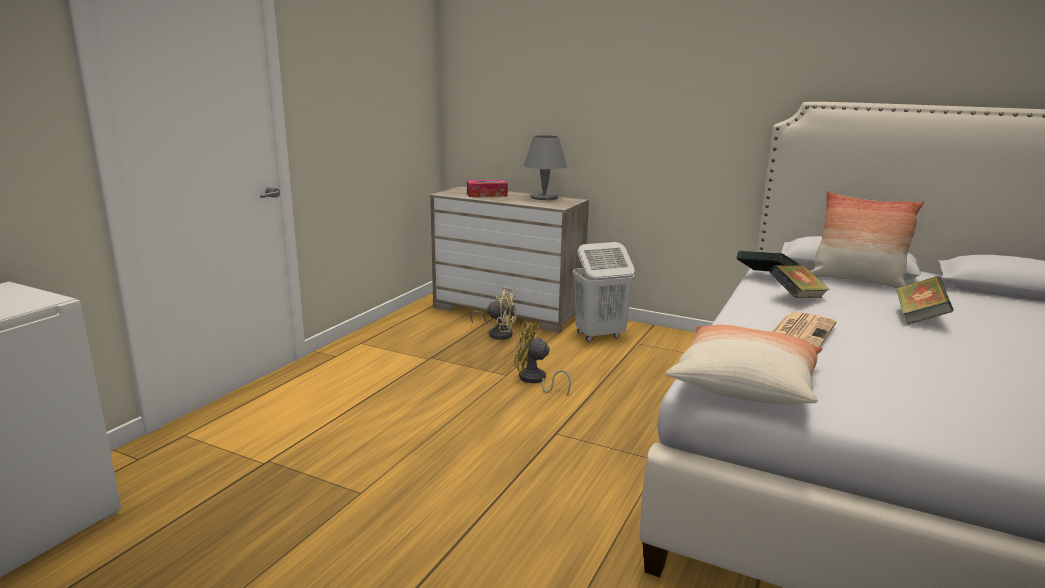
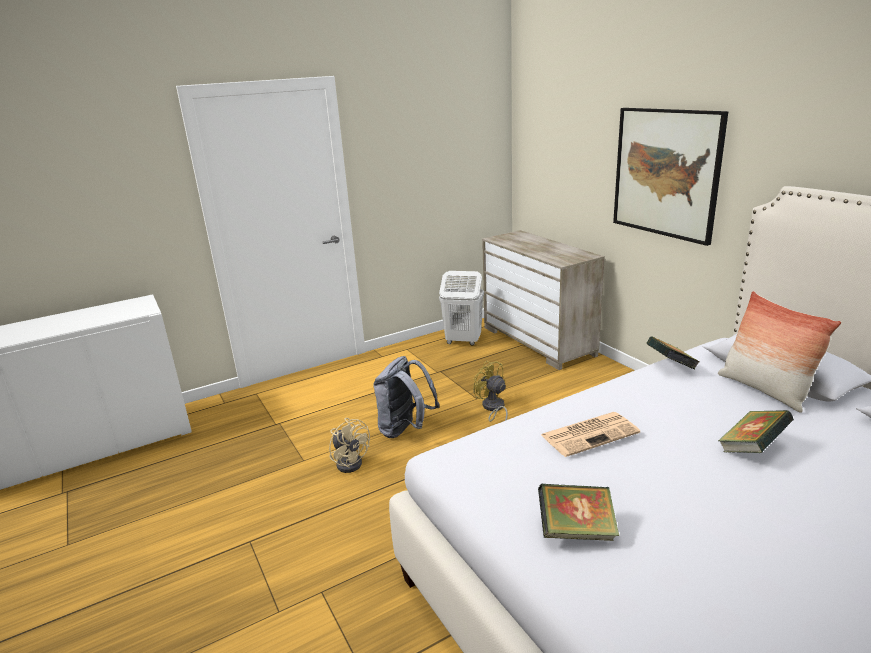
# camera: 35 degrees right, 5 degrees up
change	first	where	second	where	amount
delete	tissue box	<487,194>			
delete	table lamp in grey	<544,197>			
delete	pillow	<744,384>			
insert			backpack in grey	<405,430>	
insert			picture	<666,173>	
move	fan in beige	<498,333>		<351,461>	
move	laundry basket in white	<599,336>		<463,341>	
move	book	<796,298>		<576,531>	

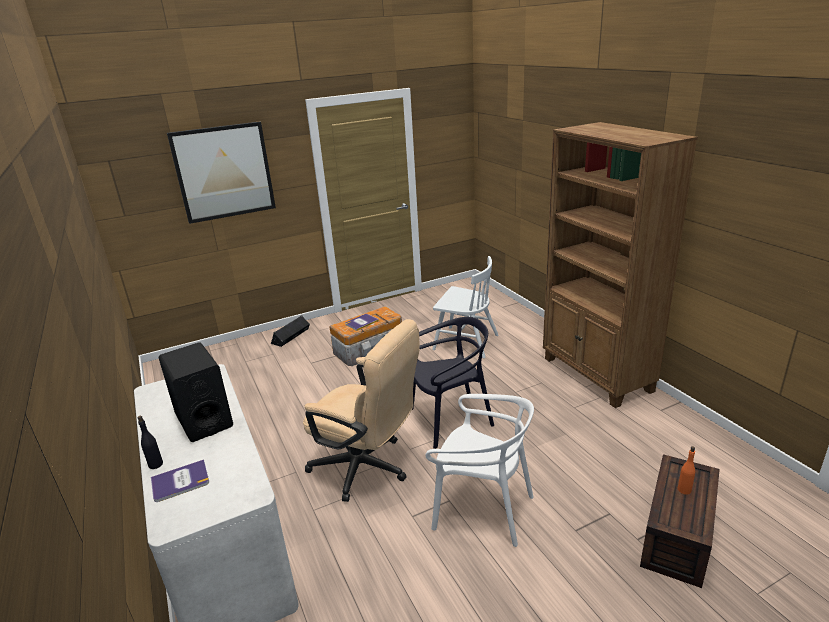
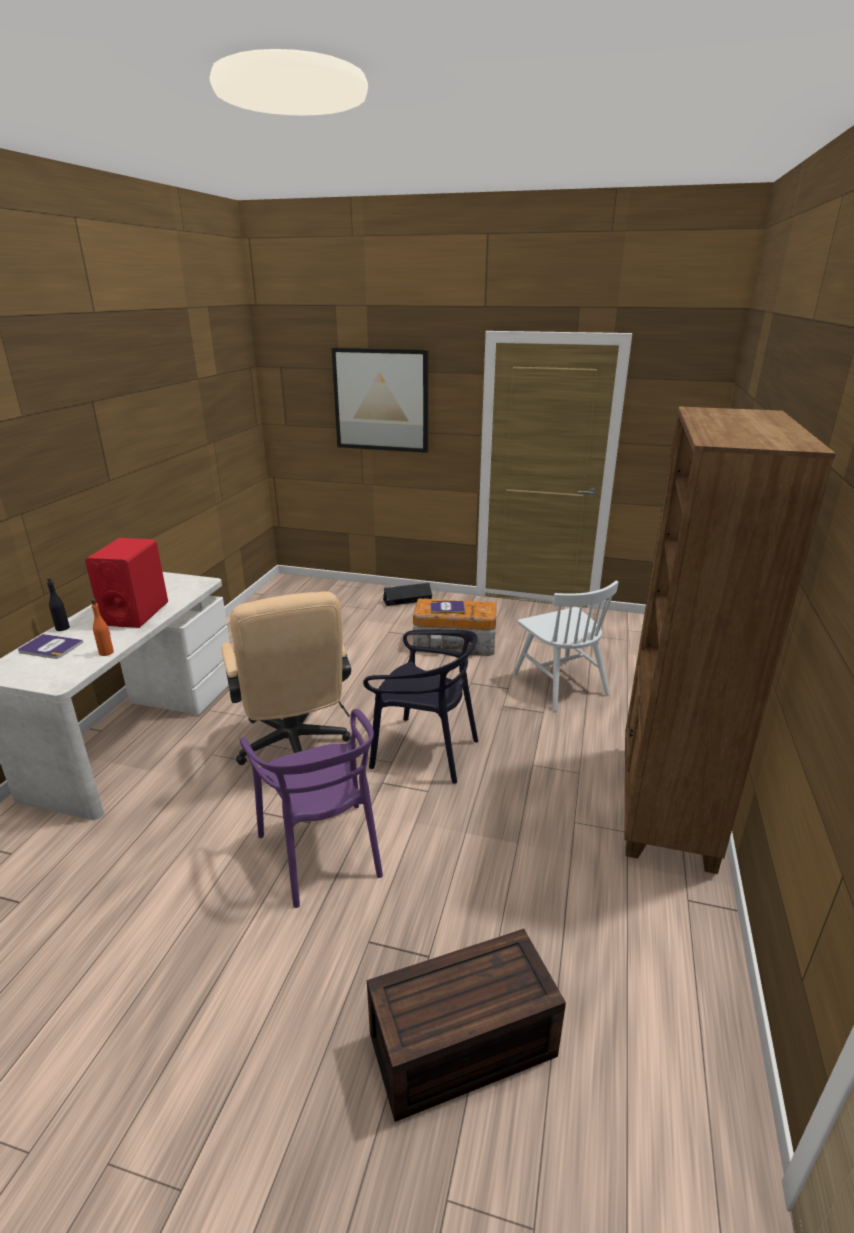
# camera: 40 degrees right, 0 degrees up
change	first	where	second	where	amount
move	bottle in orange	<684,490>		<106,652>	
recolor	speaker in black	<204,420>	speaker in red	<136,614>	
recolor	chair in white	<483,509>	chair in purple	<322,852>	

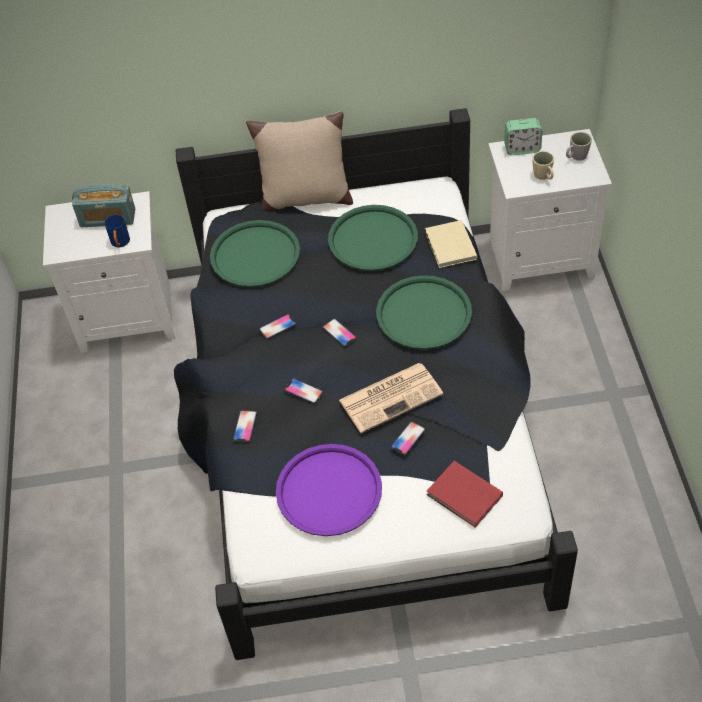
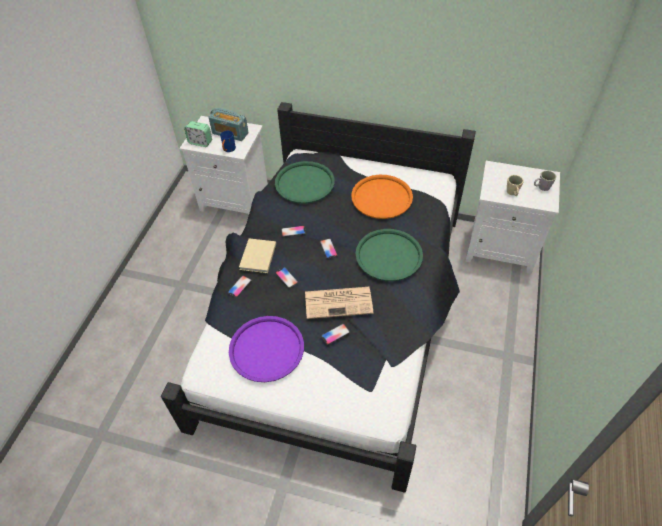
# camera: 20 degrees right, 0 degrees up
change	first	where	second	where	amount
delete	pillow in beige	<305,198>			
delete	book in red	<465,497>			
move	book in beige	<450,247>		<257,257>	
move	alarm clock	<522,148>		<200,142>	
recolor	tray in green	<373,239>	tray in orange	<382,197>	

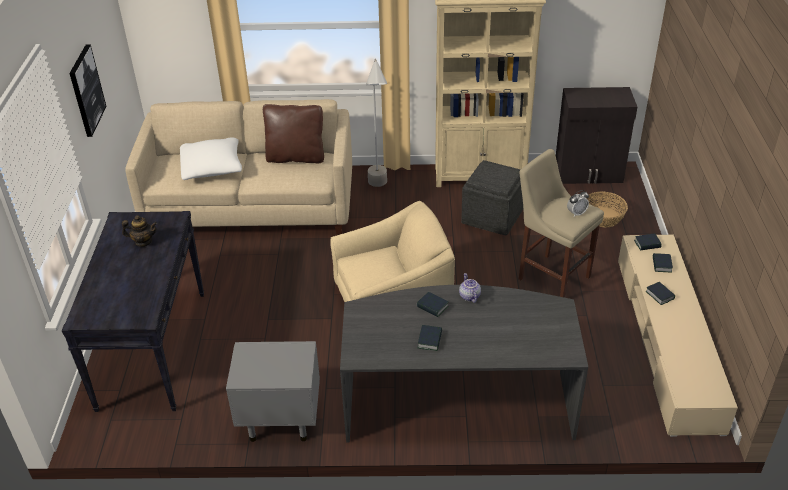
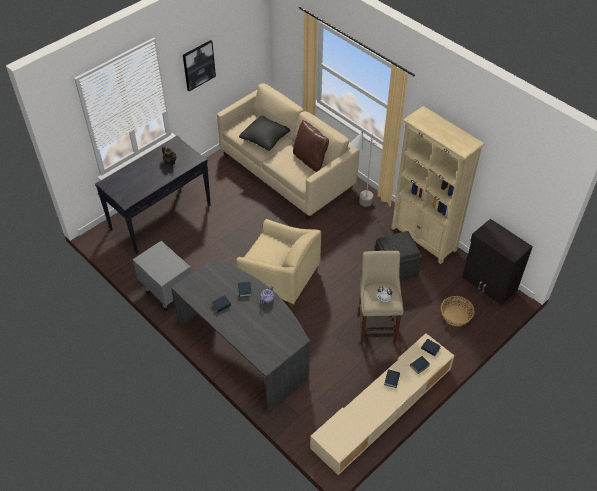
# camera: 45 degrees right, 10 degrees up
change	first	where	second	where	amount
recolor	pillow in white	<212,167>	pillow in black	<265,138>	

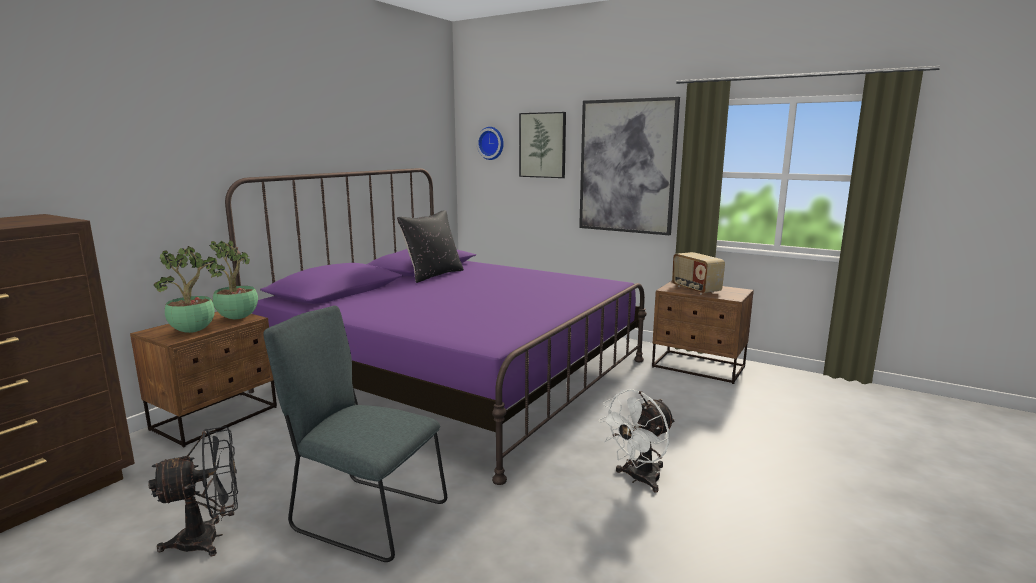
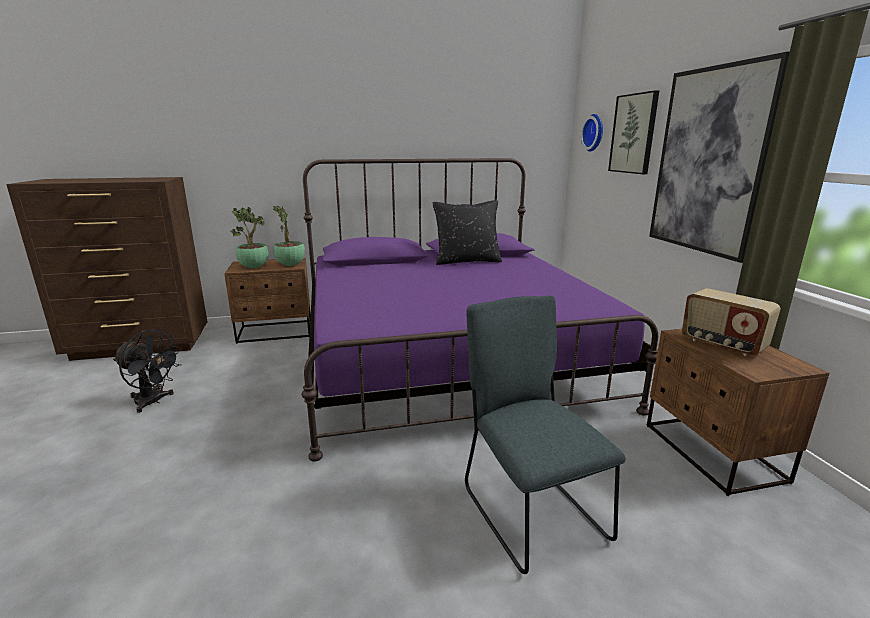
# camera: 45 degrees right, 5 degrees up
change	first	where	second	where	amount
delete	fan in white	<638,479>			
move	chair in grey	<364,515>		<529,509>	
rotate	radio	<695,289>		<722,344>	60 degrees counterclockwise

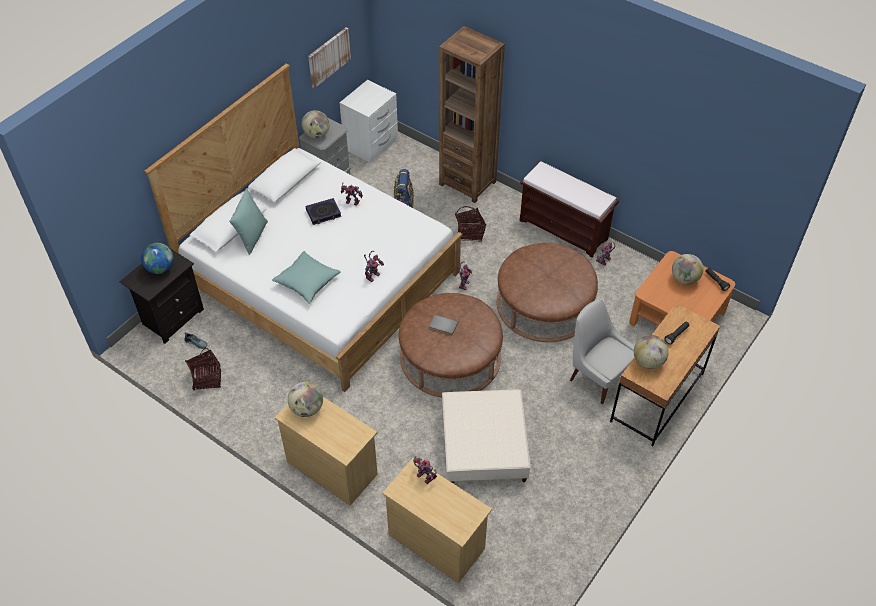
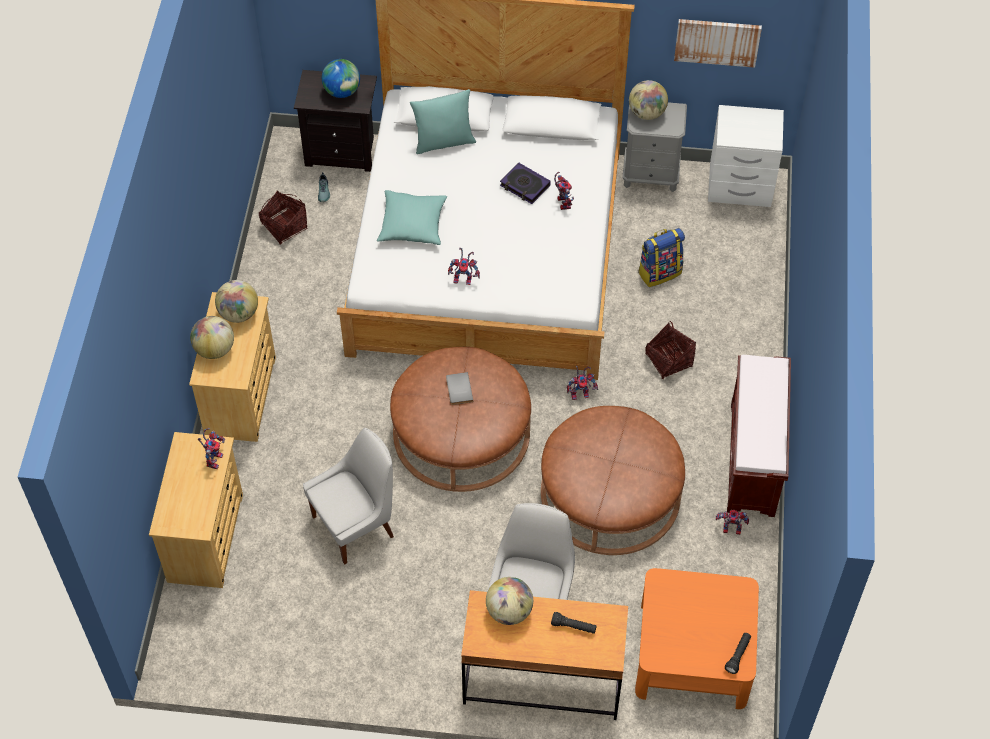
# camera: 60 degrees right, 5 degrees up
change	first	where	second	where	amount
delete	bookcase in brown	<467,183>			
move	globe	<684,279>		<214,349>	
replace	ottoman in beige	<484,445>	chair in white	<356,525>	

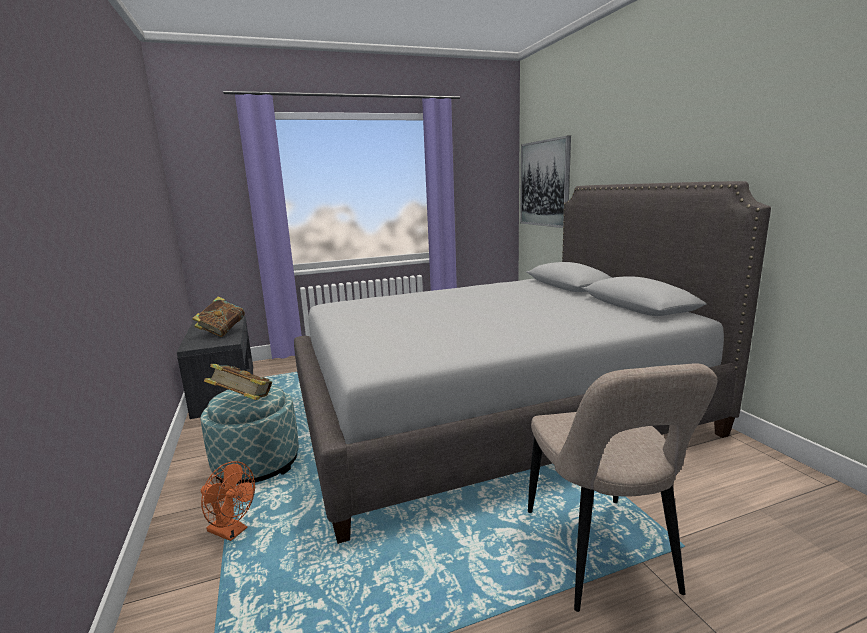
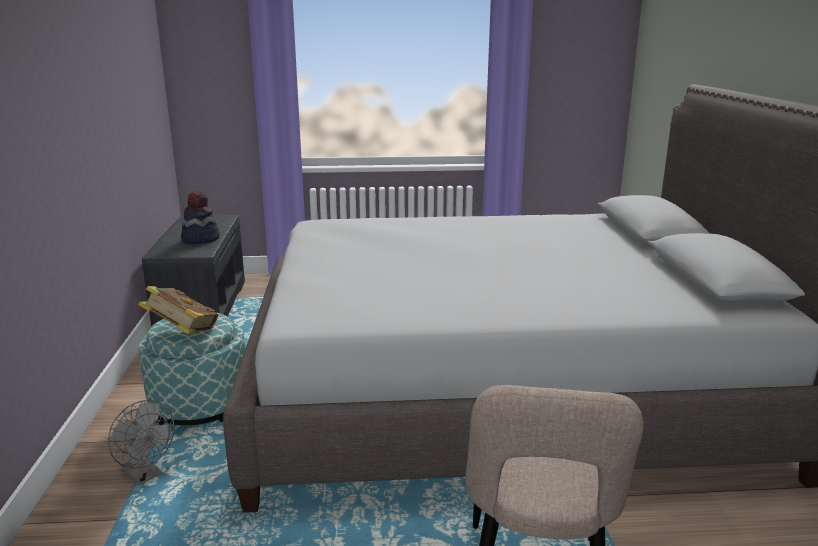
# camera: 15 degrees right, 5 degrees up
change	first	where	second	where	amount
delete	picture	<544,183>			
replace	book	<222,332>	hat	<200,239>	
recolor	fan in orange	<232,532>	fan in grey	<146,475>	

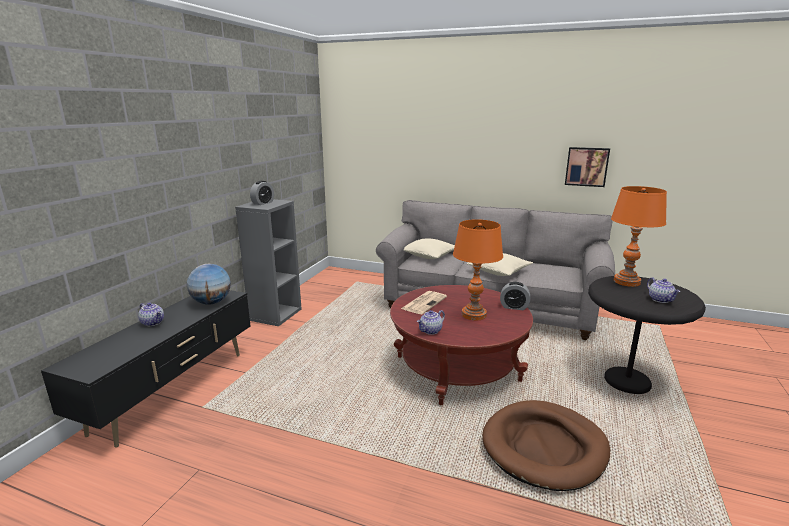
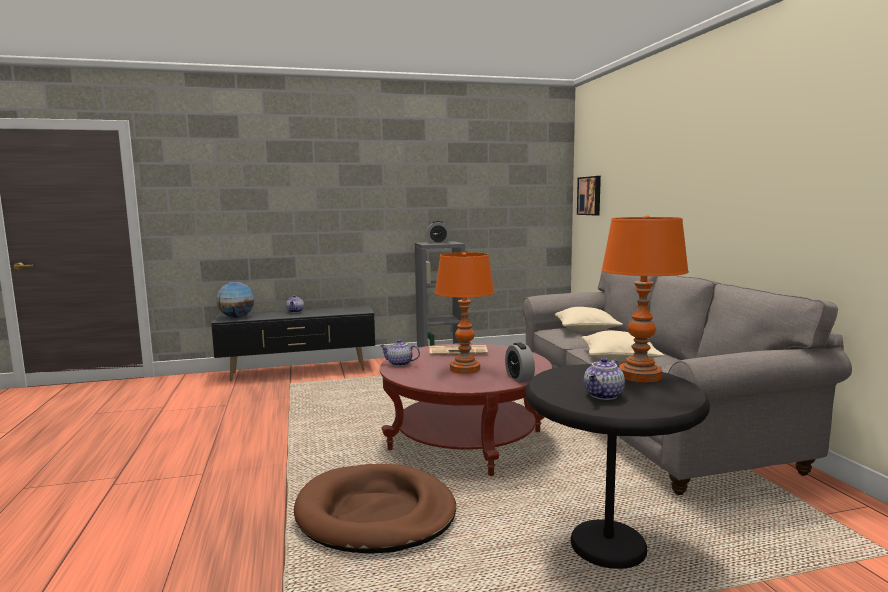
# camera: 55 degrees right, 10 degrees down
change	first	where	second	where	amount
move	globe	<211,302>		<236,317>	
move	picture	<586,166>		<590,196>	

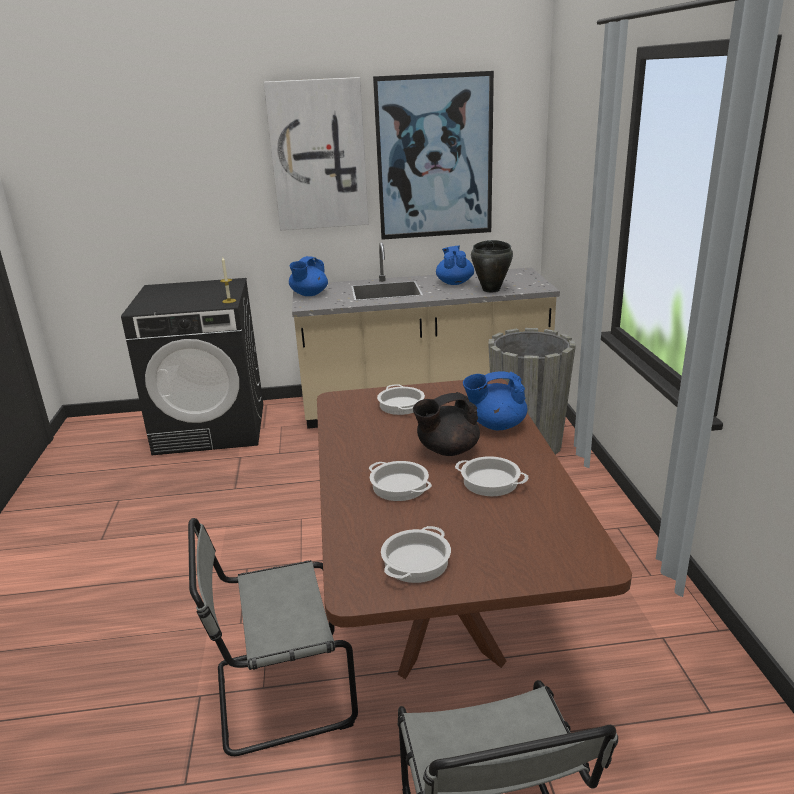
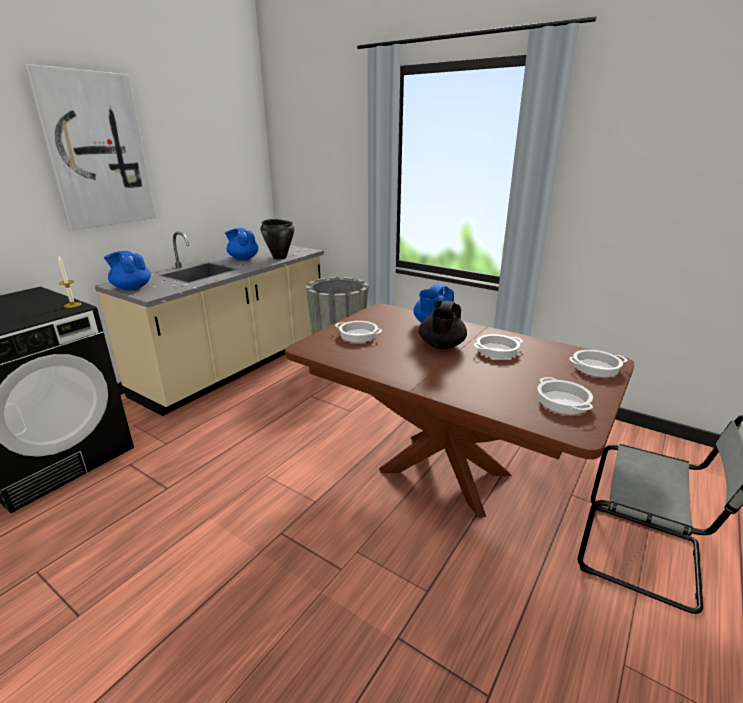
# camera: 50 degrees left, 0 degrees up
change	first	where	second	where	amount
delete	chair in grey	<278,694>			
delete	picture	<434,158>			
move	cooking pot	<398,486>		<595,368>	
rotate	teapot in blue	<309,294>		<131,288>	135 degrees clockwise

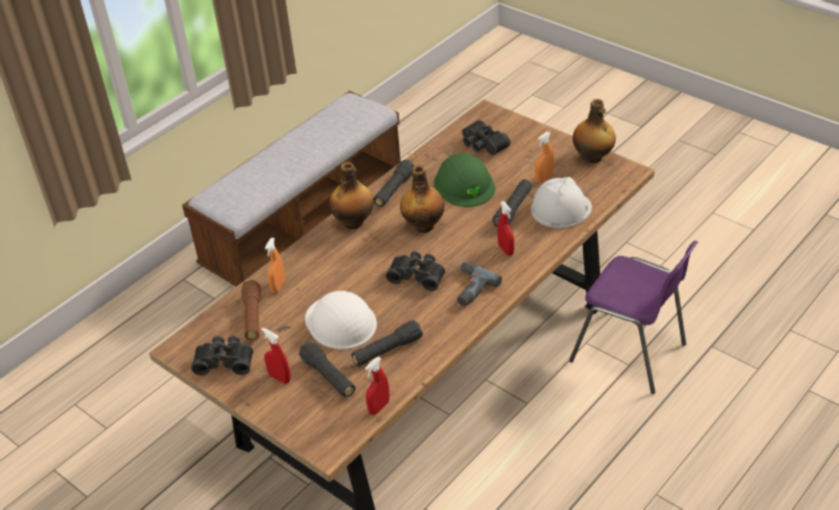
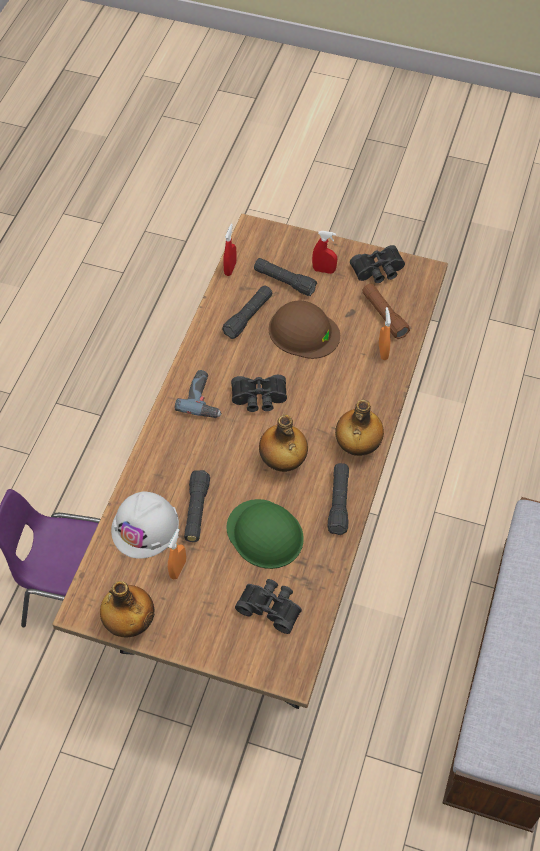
# camera: 155 degrees right, 15 degrees up
change	first	where	second	where	amount
delete	spray bottle in red	<506,250>			
recolor	hard hat in white	<340,322>	hard hat in brown	<303,332>	

